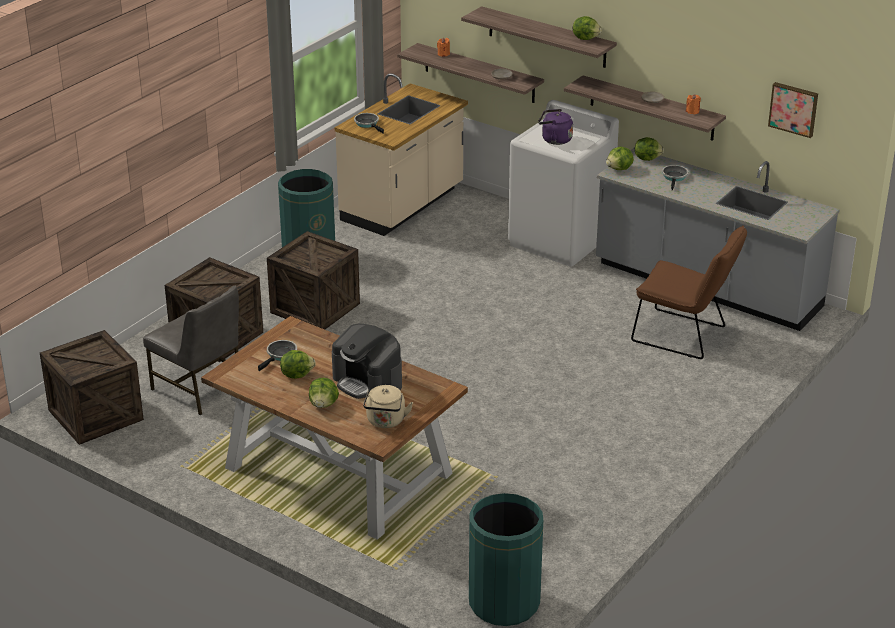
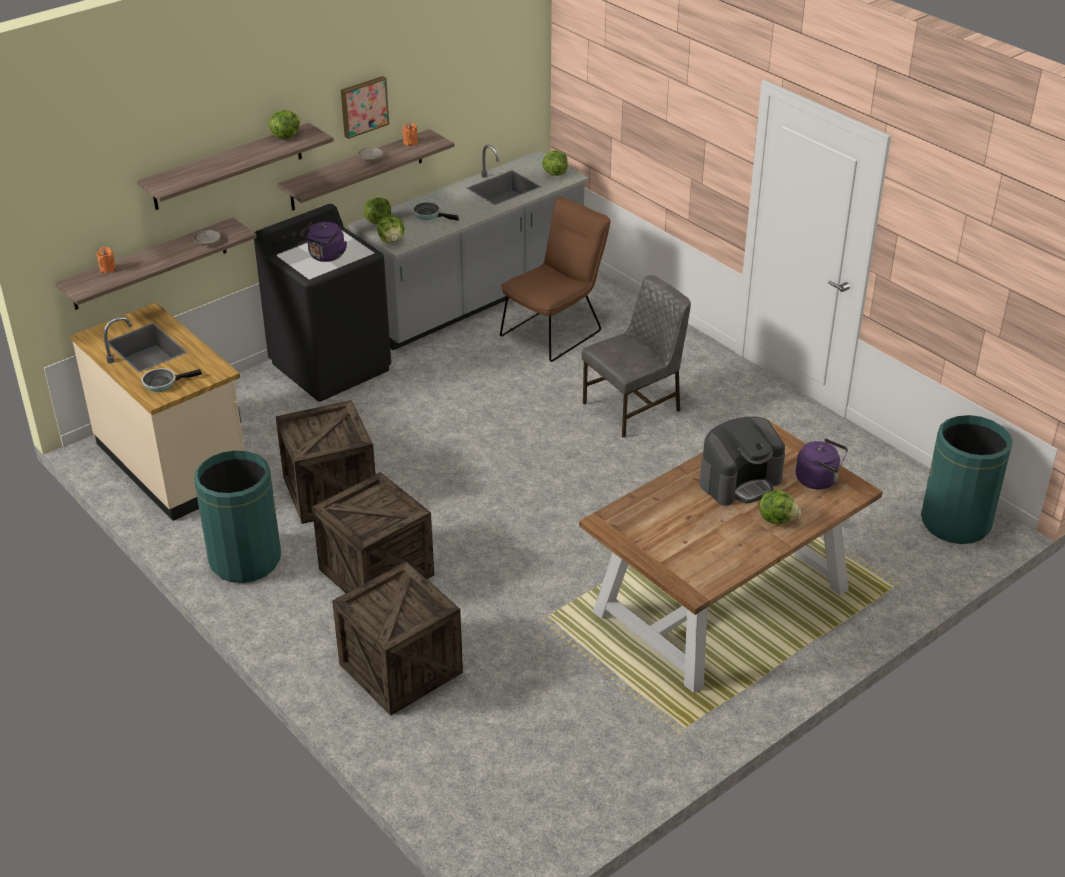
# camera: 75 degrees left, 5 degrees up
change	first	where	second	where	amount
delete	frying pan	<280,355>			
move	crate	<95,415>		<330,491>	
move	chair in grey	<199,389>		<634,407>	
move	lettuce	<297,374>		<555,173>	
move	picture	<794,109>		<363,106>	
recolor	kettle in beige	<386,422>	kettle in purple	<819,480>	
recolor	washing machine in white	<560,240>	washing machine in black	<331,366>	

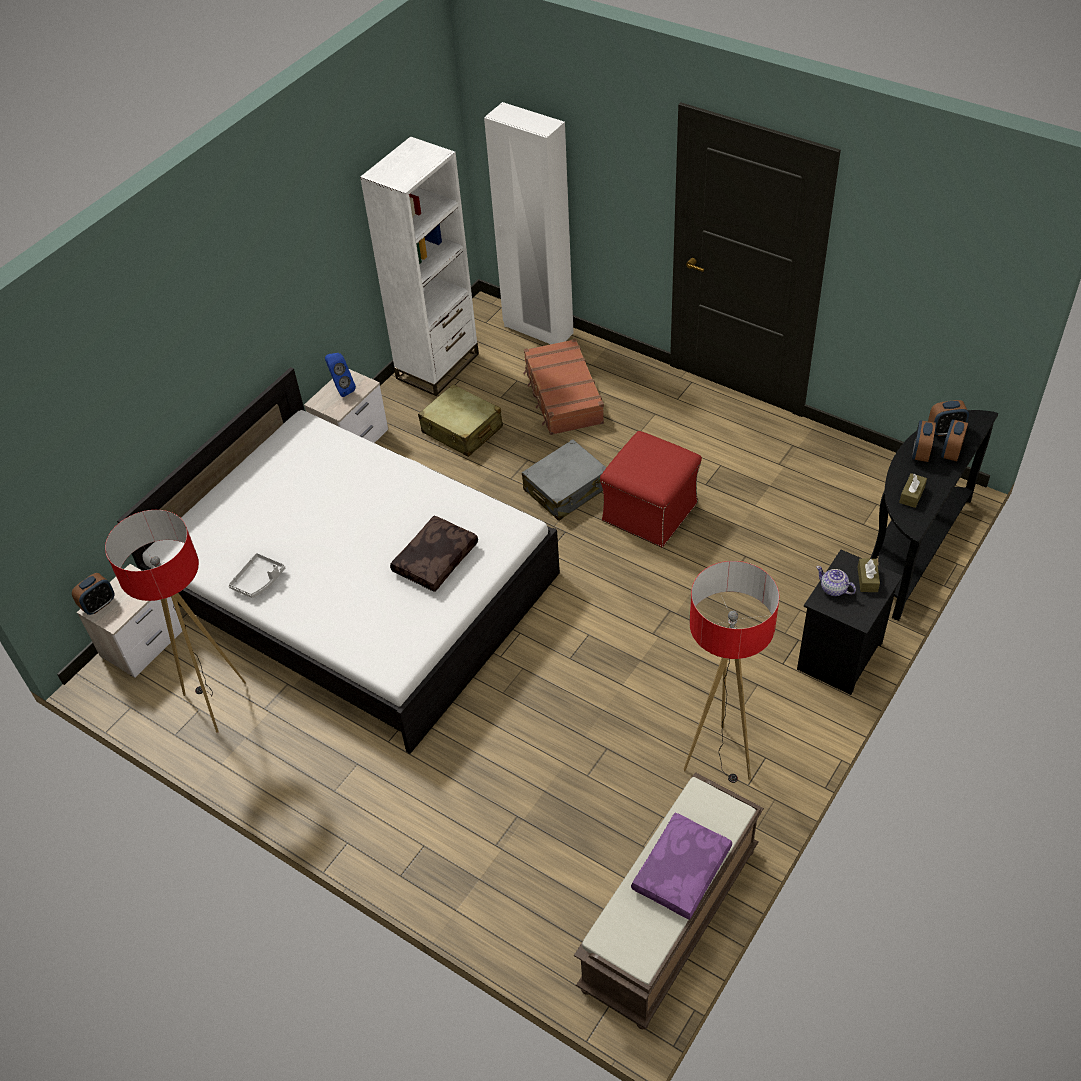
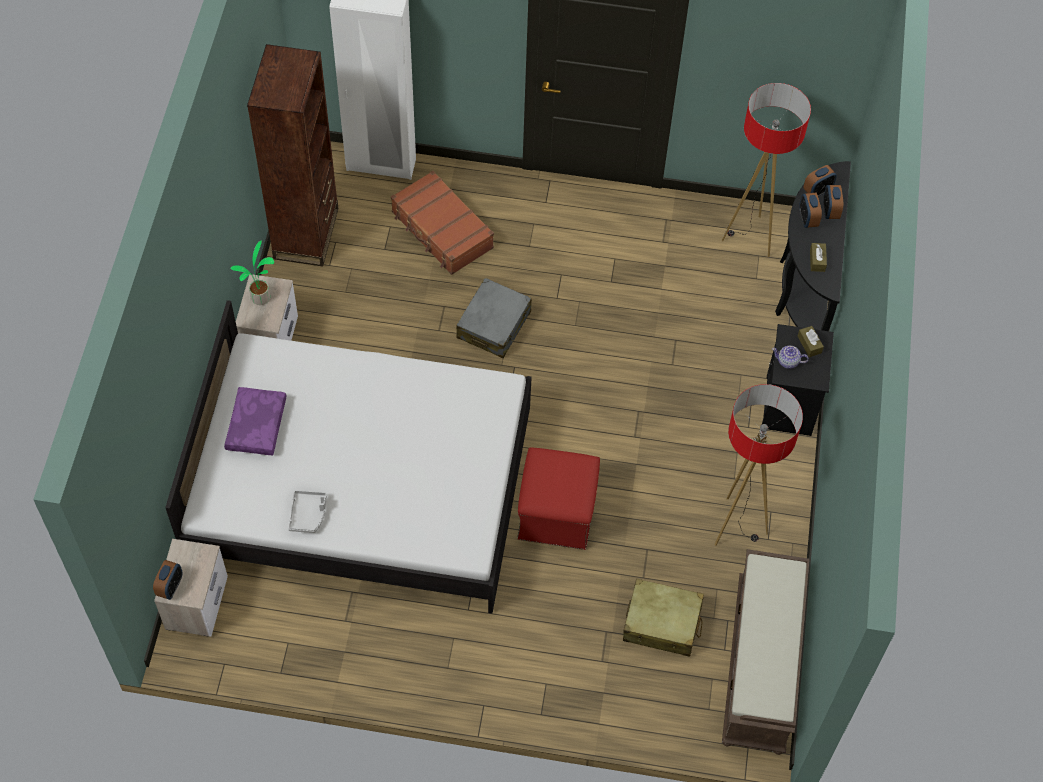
# camera: 30 degrees left, 10 degrees up
change	first	where	second	where	amount
delete	pillow in brown	<435,559>			
move	floor lamp	<215,702>		<749,237>	
move	suitcase in beige	<462,430>		<662,623>	
move	ottoman in red	<650,511>		<556,513>	
move	pillow in purple	<680,869>		<255,425>	
replace	speaker in blue	<341,389>	potted plant	<261,299>	
recolor	bookcase in white	<438,366>	bookcase in brown	<306,233>	

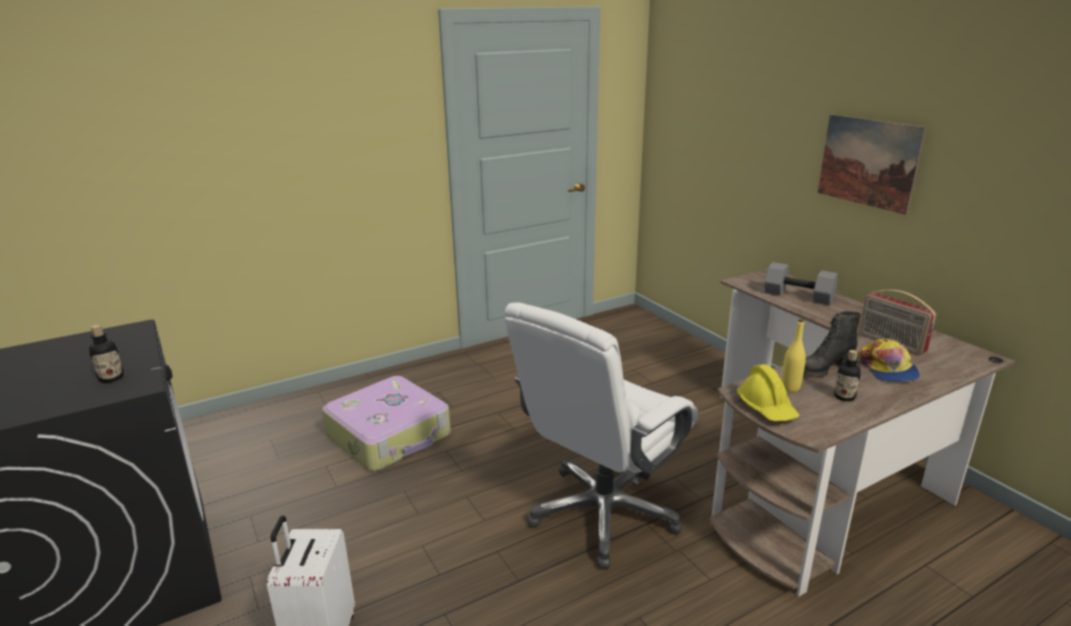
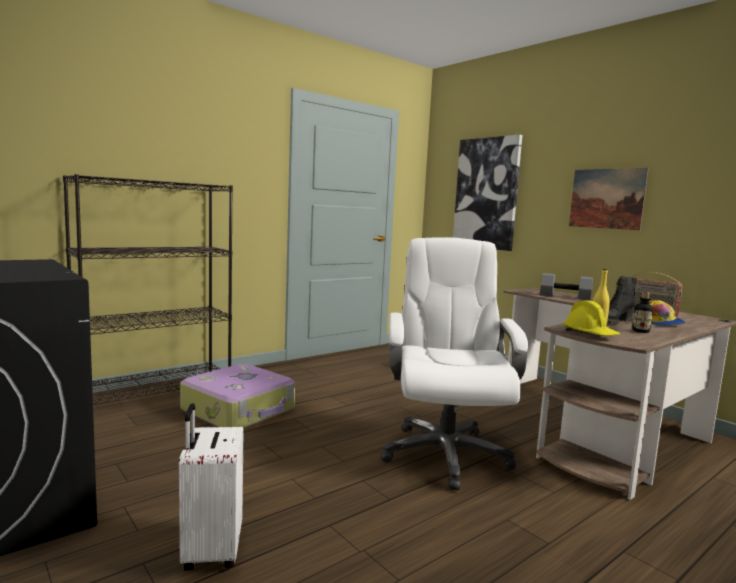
# camera: 10 degrees left, 15 degrees down
change	first	where	second	where	amount
delete	bottle	<111,378>			
insert			bookcase in black	<156,391>	
insert			picture	<486,193>	
rotate	office chair in white	<602,513>		<445,454>	150 degrees clockwise

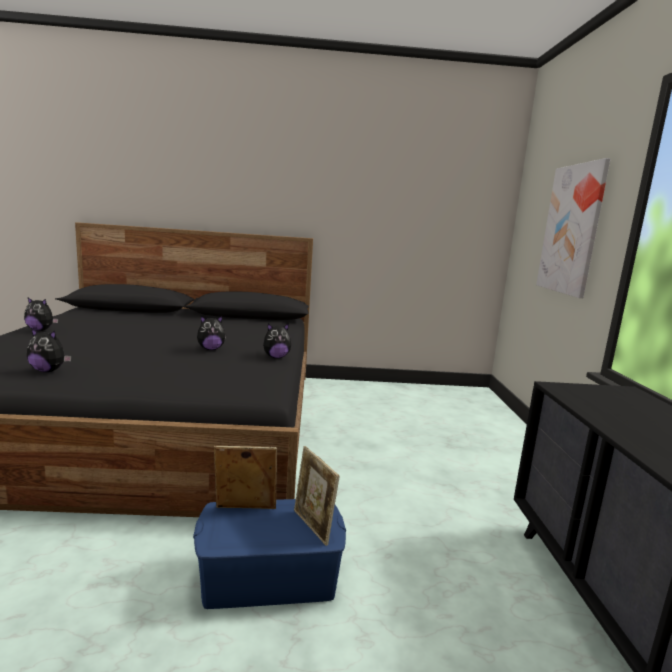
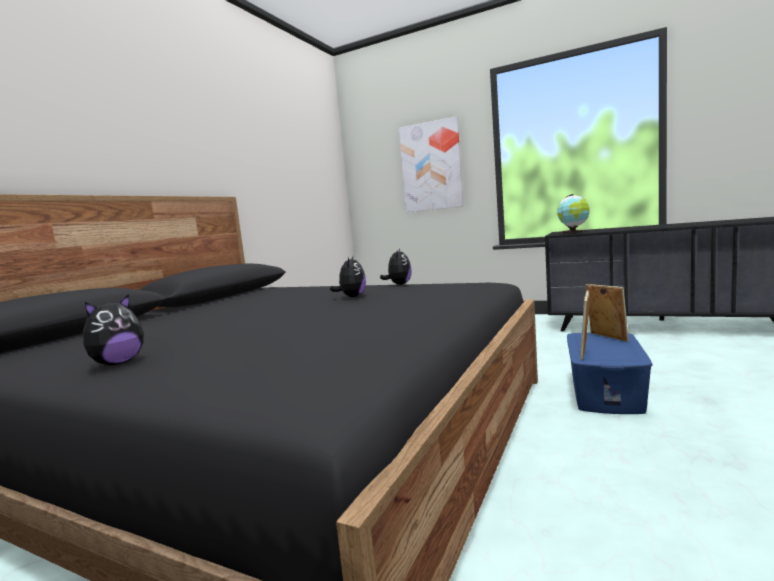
# camera: 60 degrees left, 5 degrees down
change	first	where	second	where	amount
delete	plush toy	<49,370>			
insert			globe	<573,232>	
rotate	picture frame	<313,527>		<606,337>	105 degrees counterclockwise

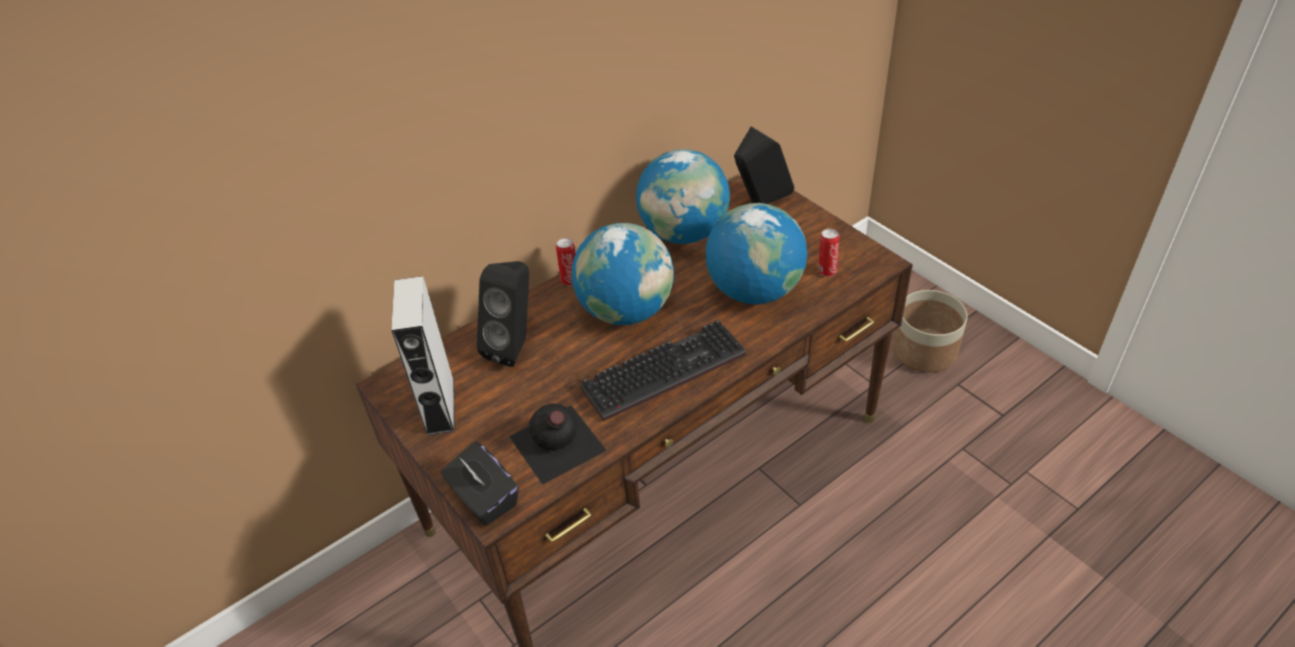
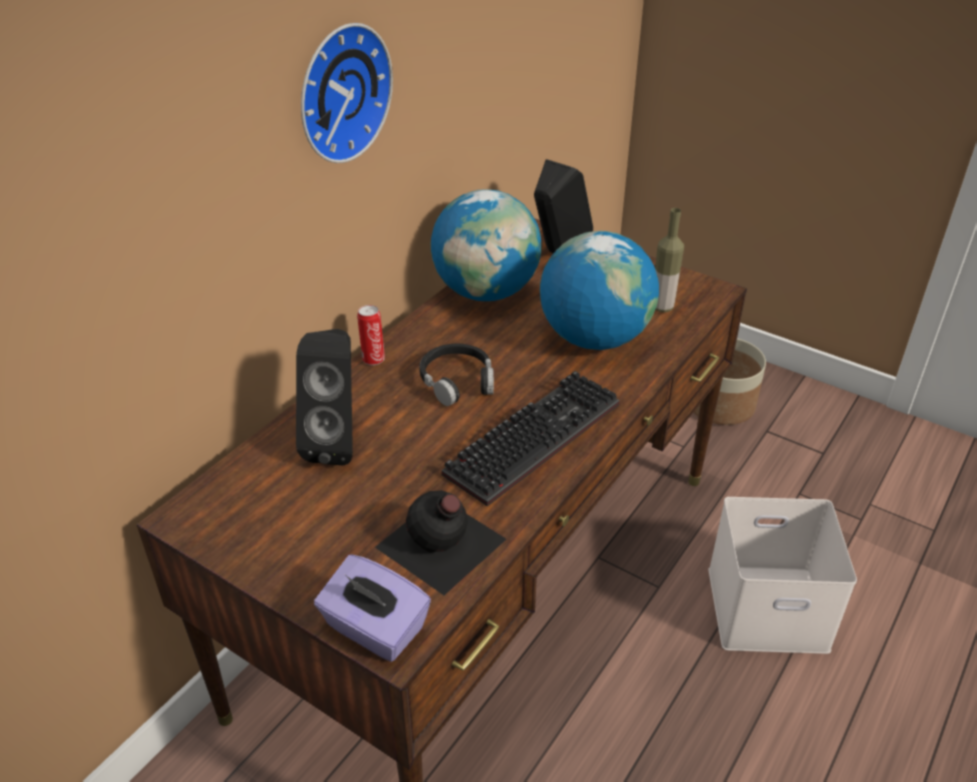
# camera: 20 degrees left, 5 degrees down
change	first	where	second	where	amount
delete	speaker in grey	<440,406>			
insert			wall clock	<339,92>	
insert			storage box in white	<769,606>	
replace	globe	<626,311>	headphones in black	<457,381>	
replace	can	<826,271>	bottle	<662,307>	
recolor	tissue box in black	<484,499>	tissue box in purple	<374,629>	

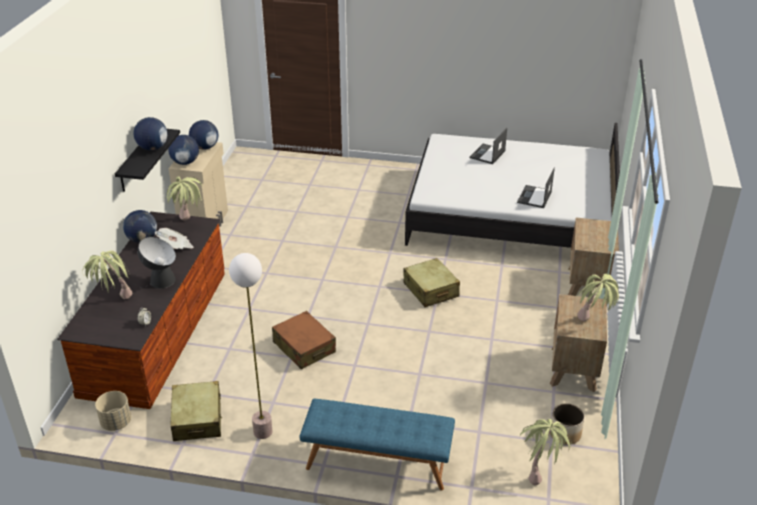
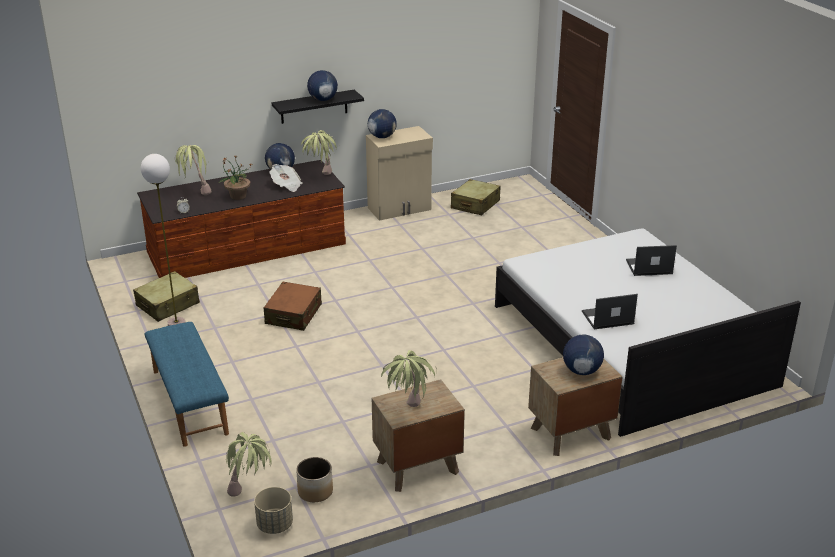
# camera: 55 degrees right, 5 degrees down
change	first	where	second	where	amount
move	planter in beige	<116,422>		<275,525>	
move	globe	<205,147>		<581,371>	
move	suitcase in beige	<430,290>		<475,205>	
replace	table lamp	<158,280>	potted plant	<237,196>	

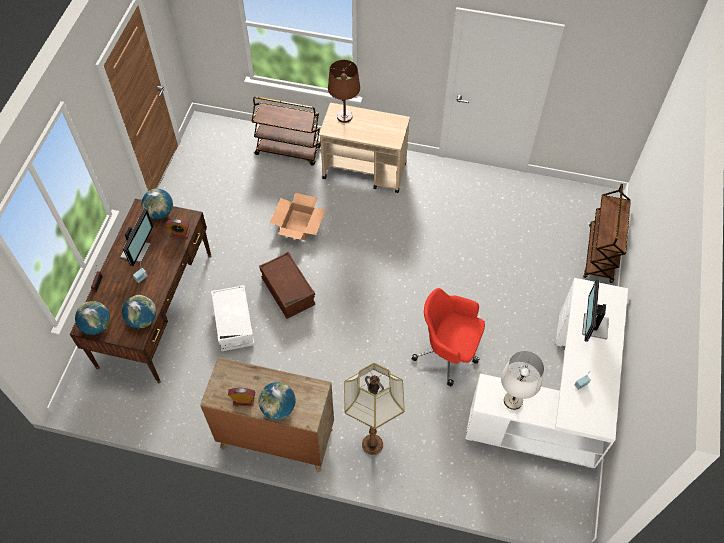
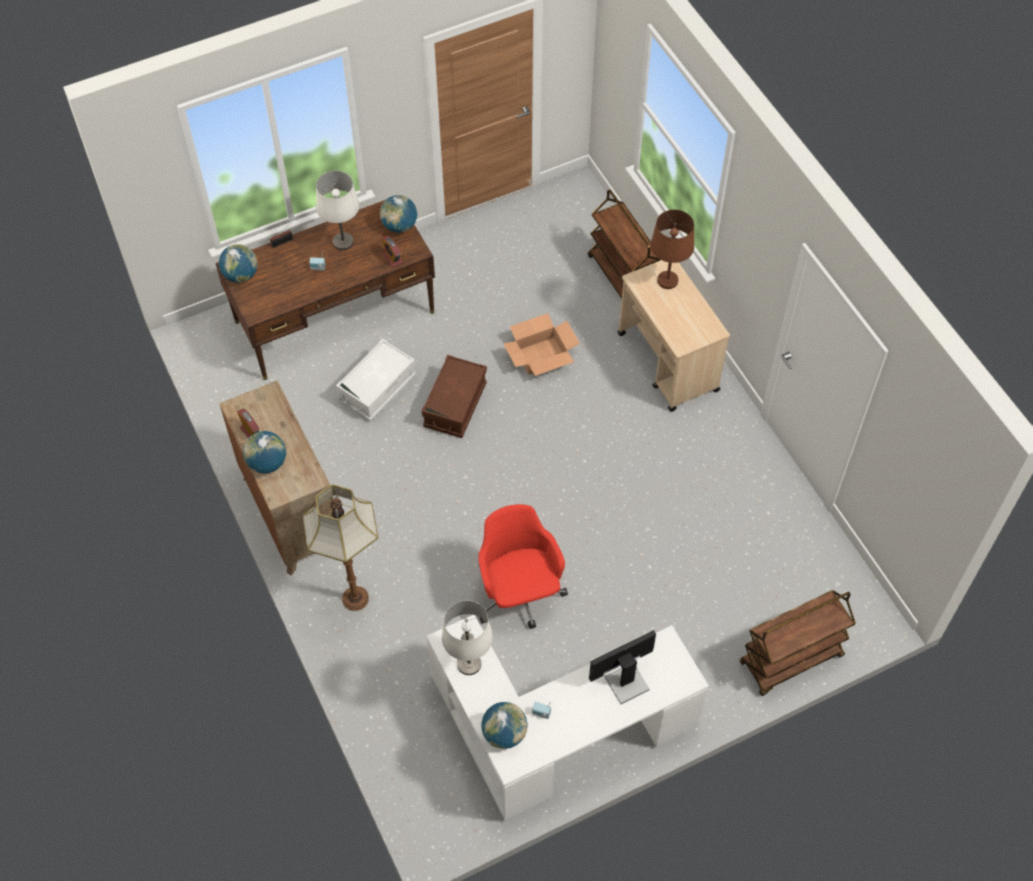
# camera: 50 degrees right, 0 degrees up
change	first	where	second	where	amount
move	globe	<142,320>		<504,733>	
replace	monitor	<137,250>	table lamp in white	<343,242>	

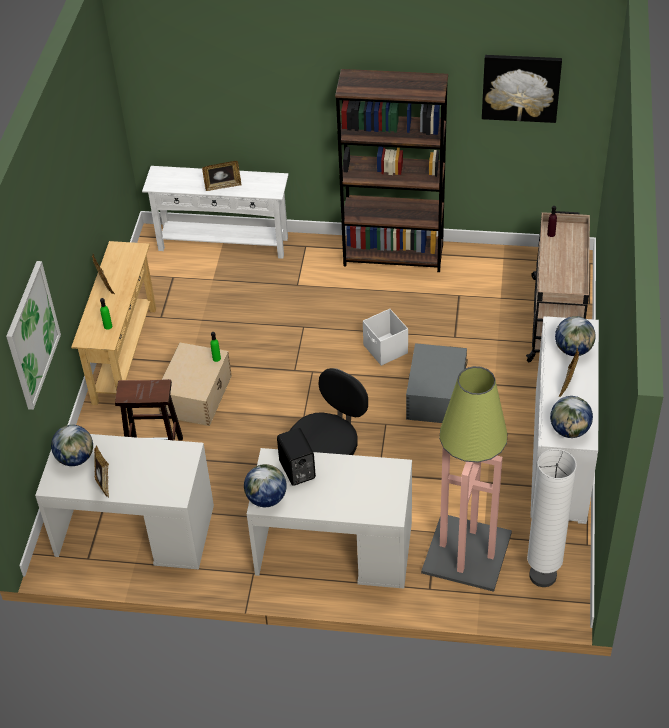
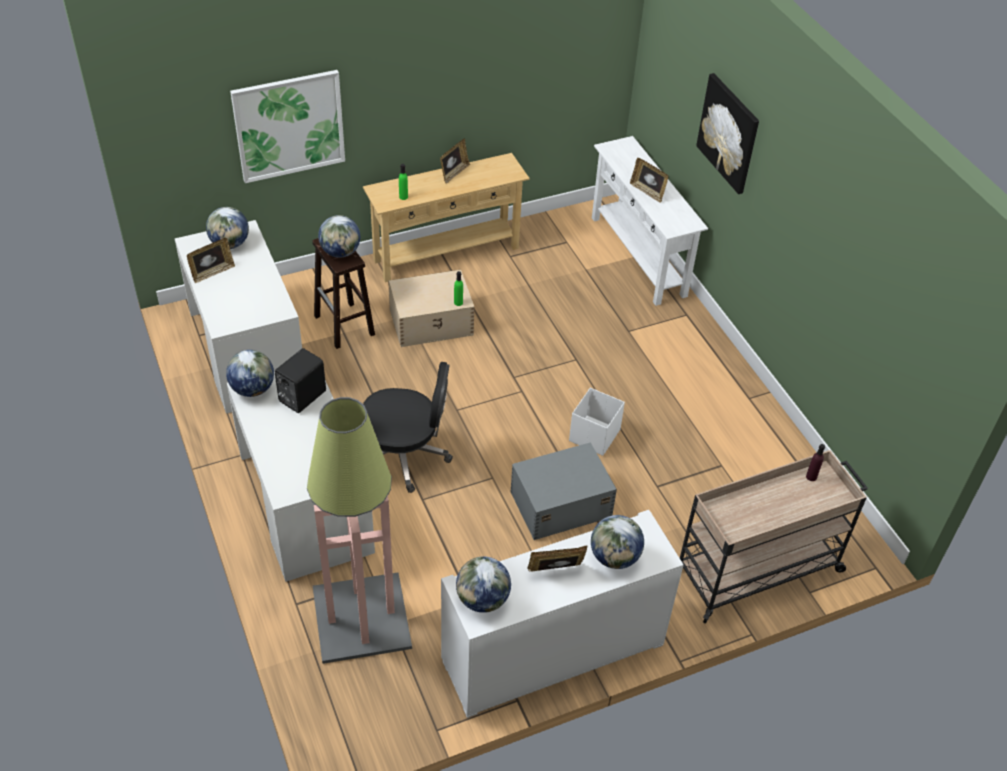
# camera: 55 degrees right, 0 degrees up
change	first	where	second	where	amount
delete	bookcase in brown	<393,255>			
delete	floor lamp in white	<542,576>			
insert			globe	<340,252>	
move	picture	<521,87>		<729,133>	

